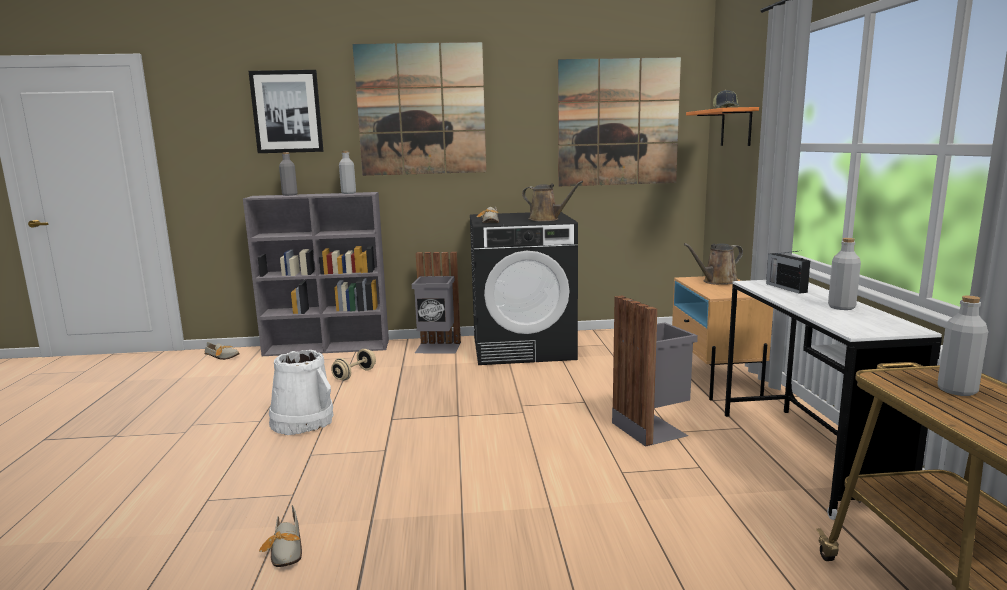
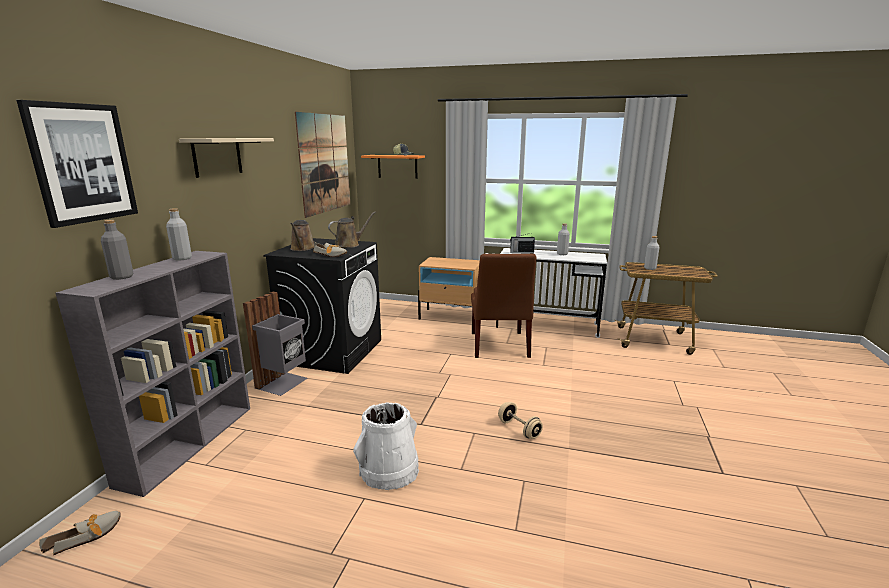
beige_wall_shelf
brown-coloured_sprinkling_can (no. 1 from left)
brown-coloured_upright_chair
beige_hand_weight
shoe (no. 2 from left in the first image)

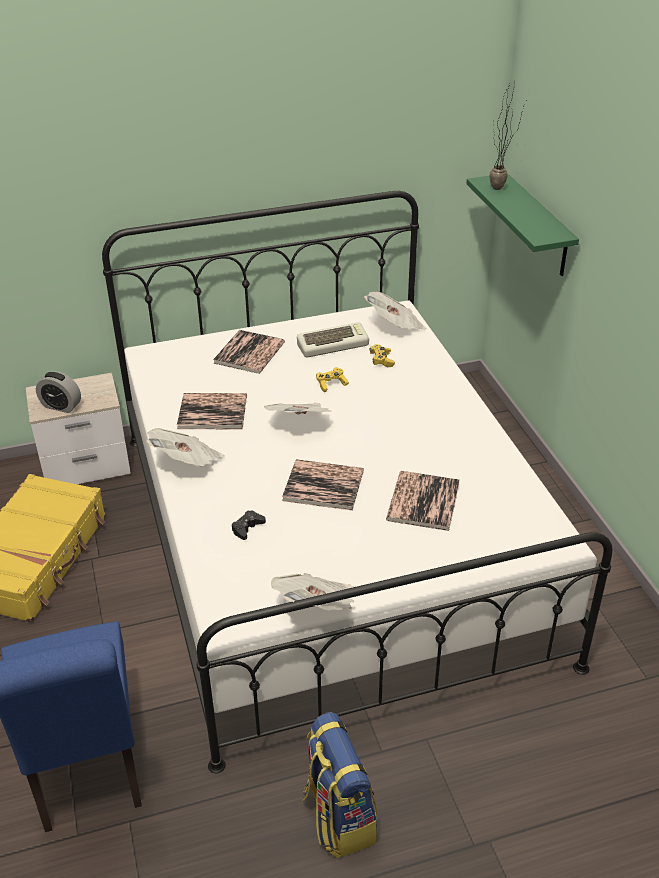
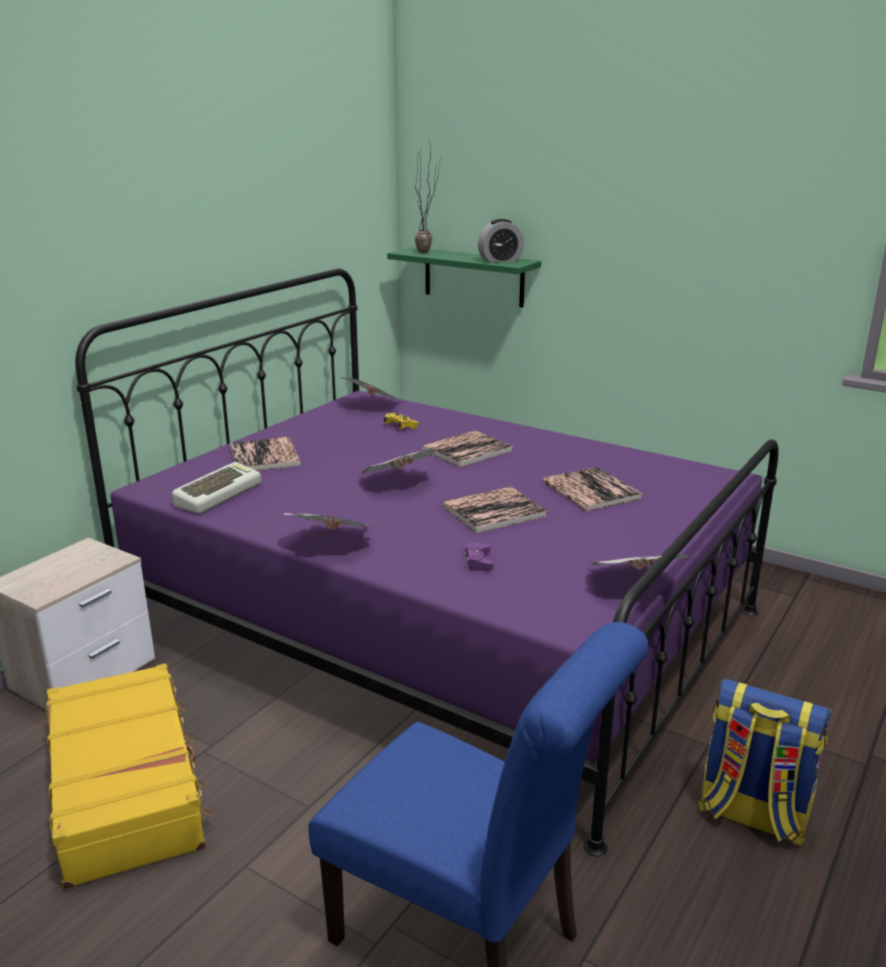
purple-coloured_bed
keyboard
yellow-coloured_game_controller (no. 1 from left in the first image)
table_clock
book (no. 2 from left)
purple-coloured_game_controller

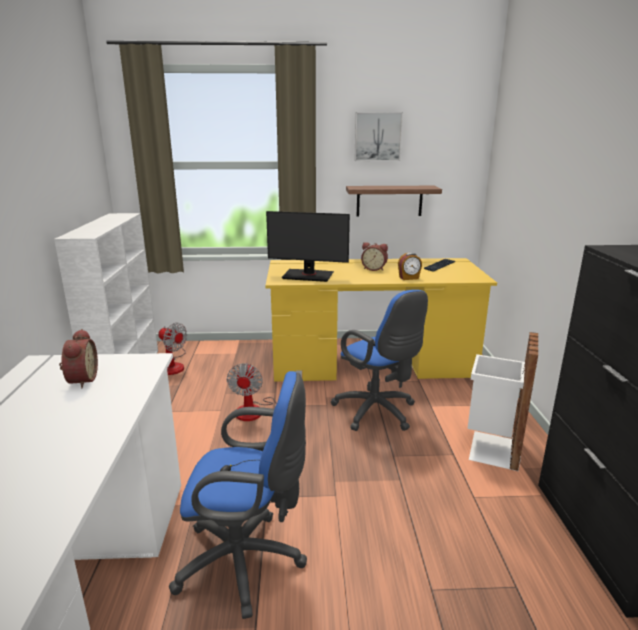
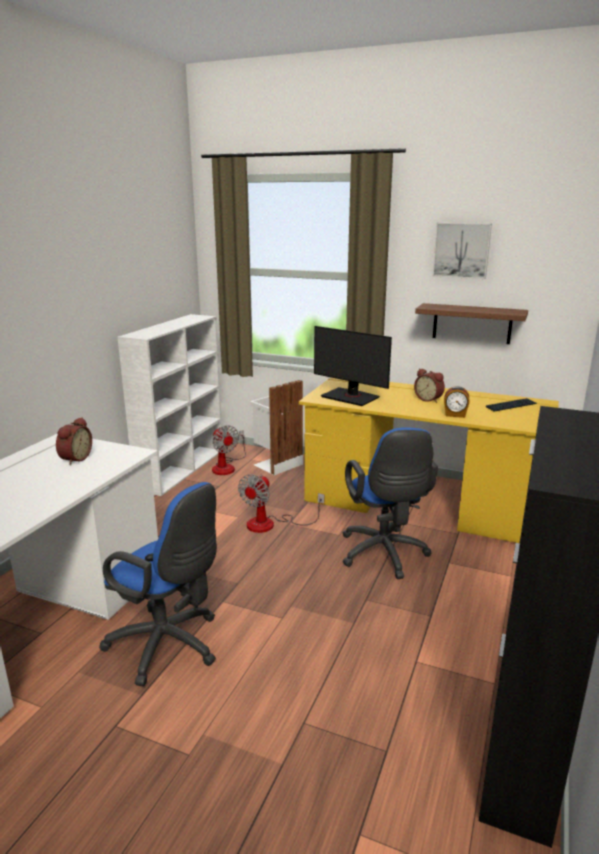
white-coloured_waste_bin

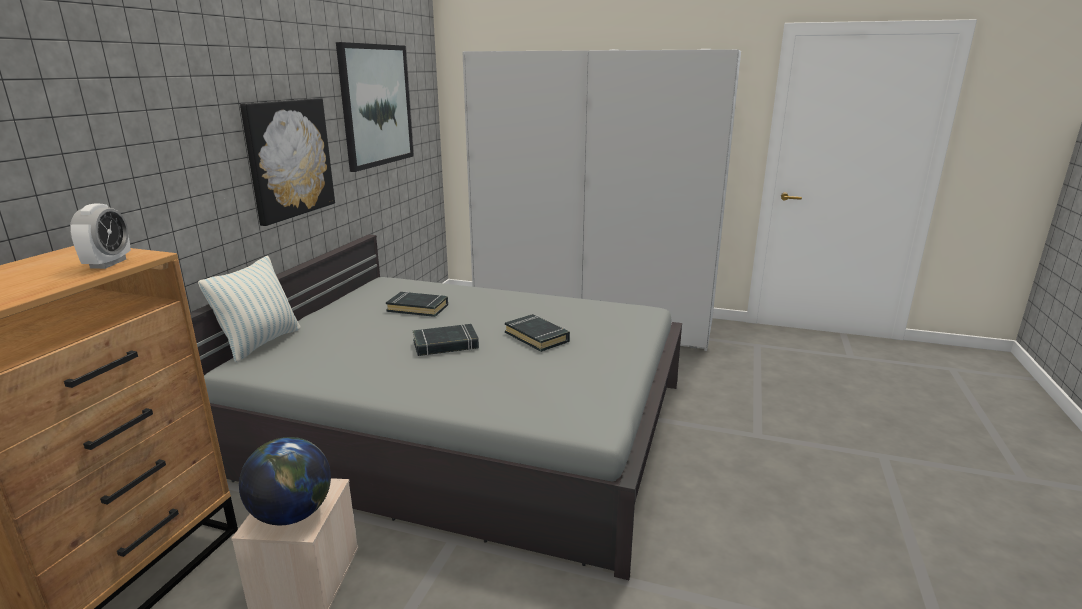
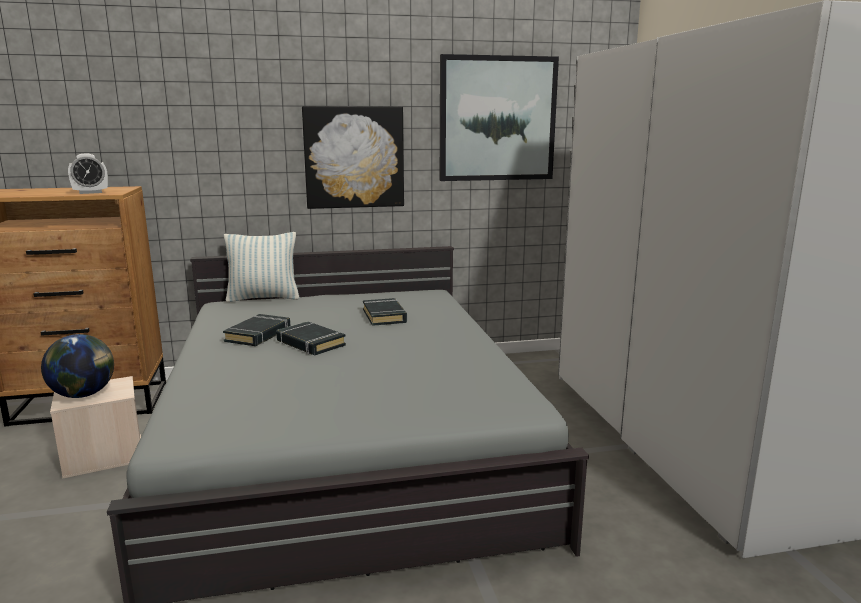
black_book (no. 1 from left)

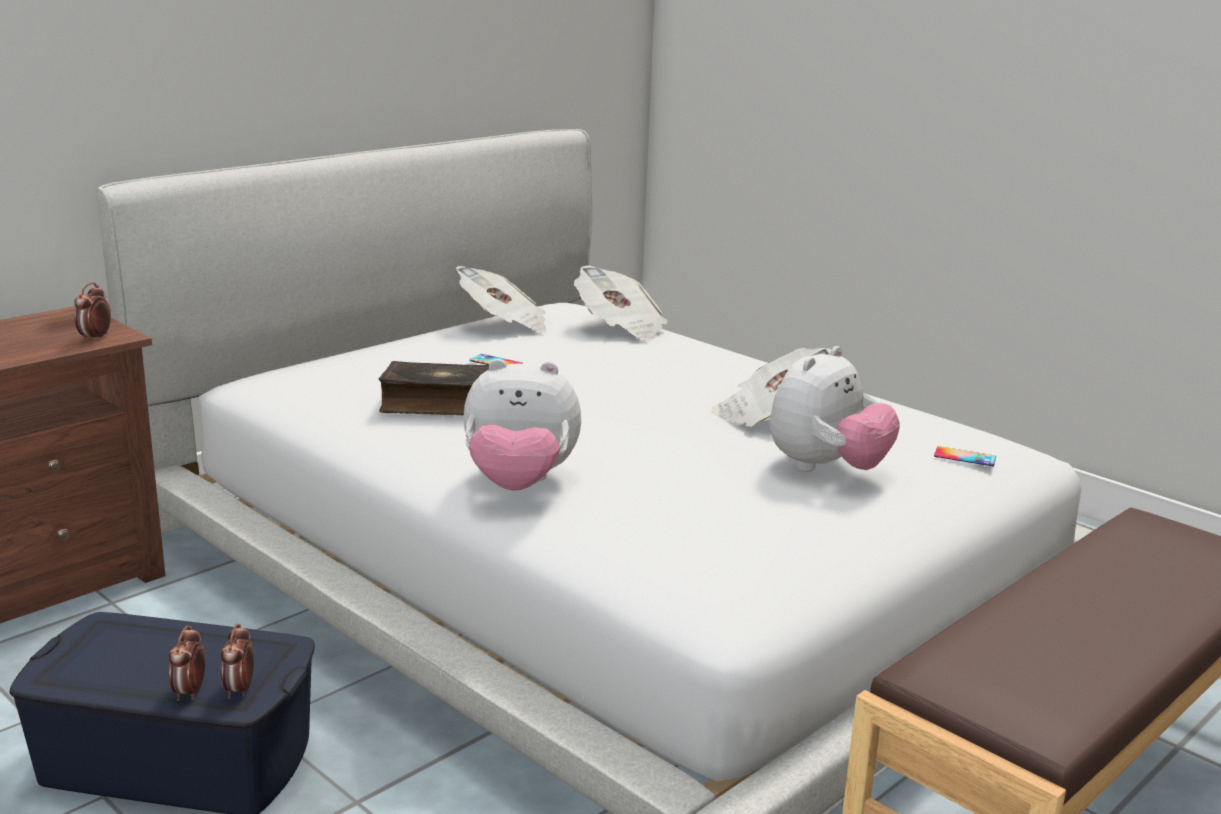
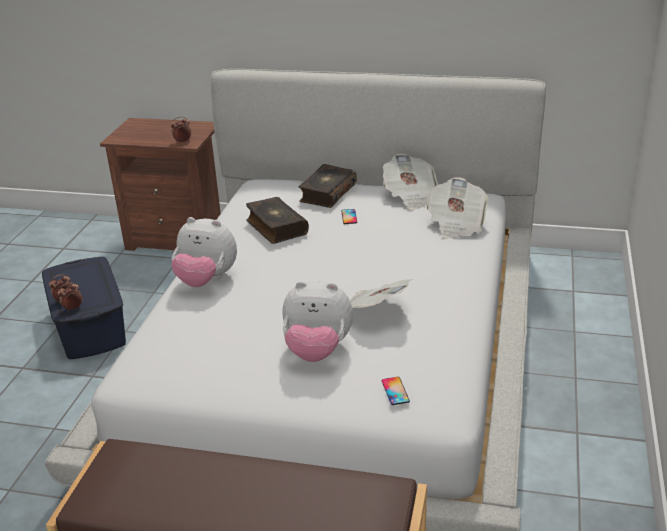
plush_toy (no. 1 from left)
book (no. 2 from left)

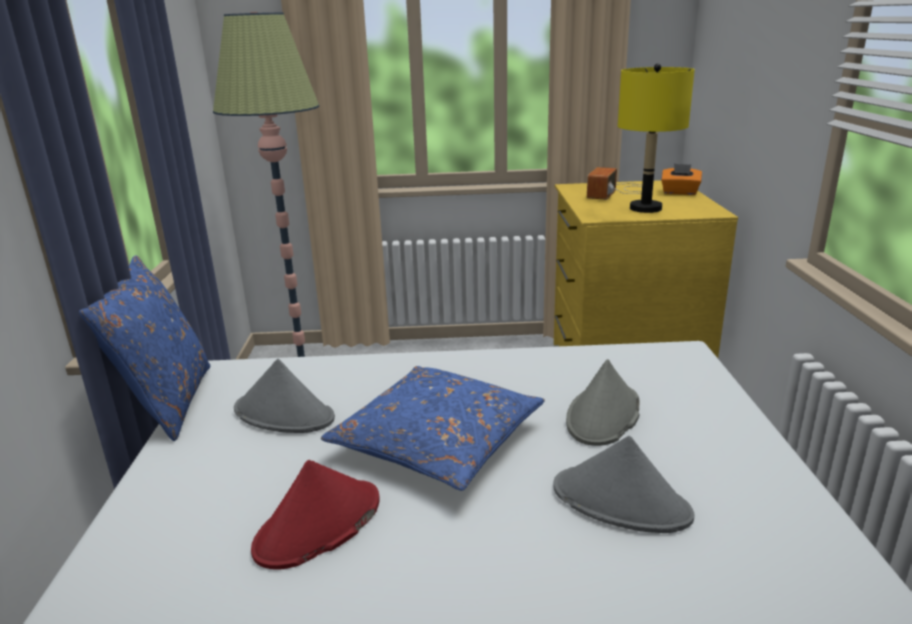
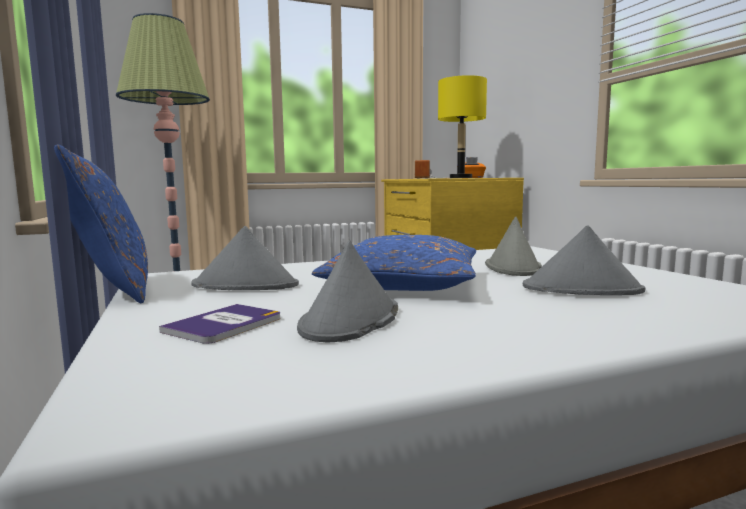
grey_hat (no. 2 from left)
book

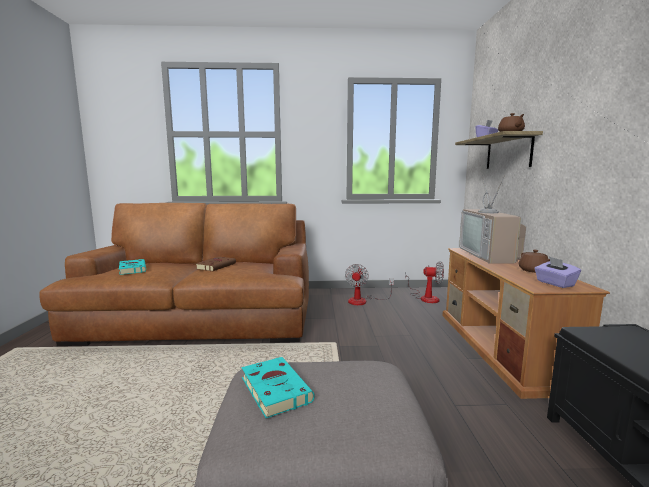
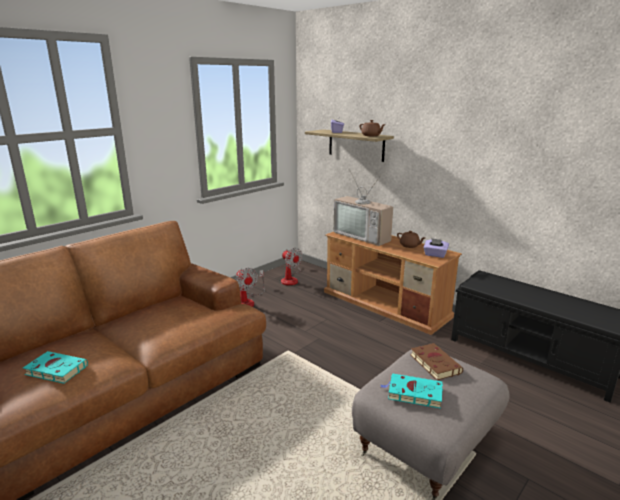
brown-coloured_book
fan (no. 2 from left)

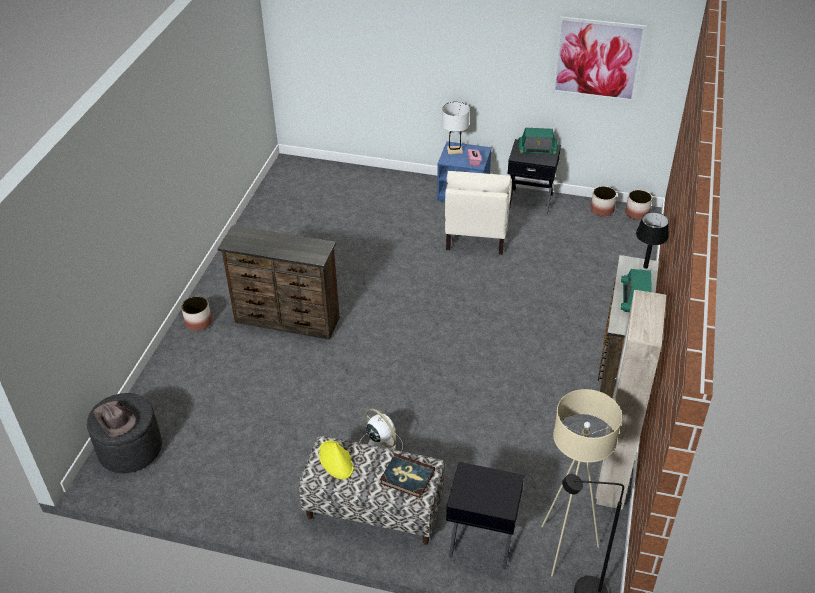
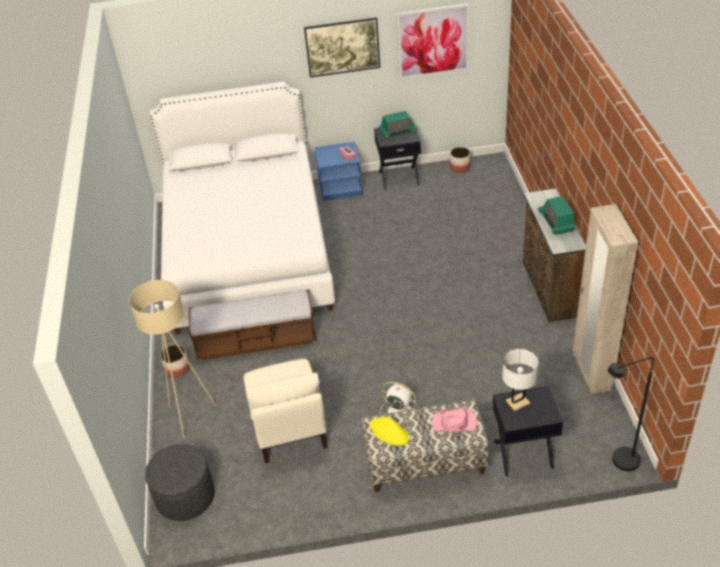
white-coloured_tabletop_lamp
beige_easy_chair
flower_pot (no. 3 from left in the first image)
black_tabletop_lamp
bench (no. 1 from left)
beige_floor_lamp
brown-coloured_hat
pink_hat
wall_picture (no. 1 from left)
white-coloured_bed

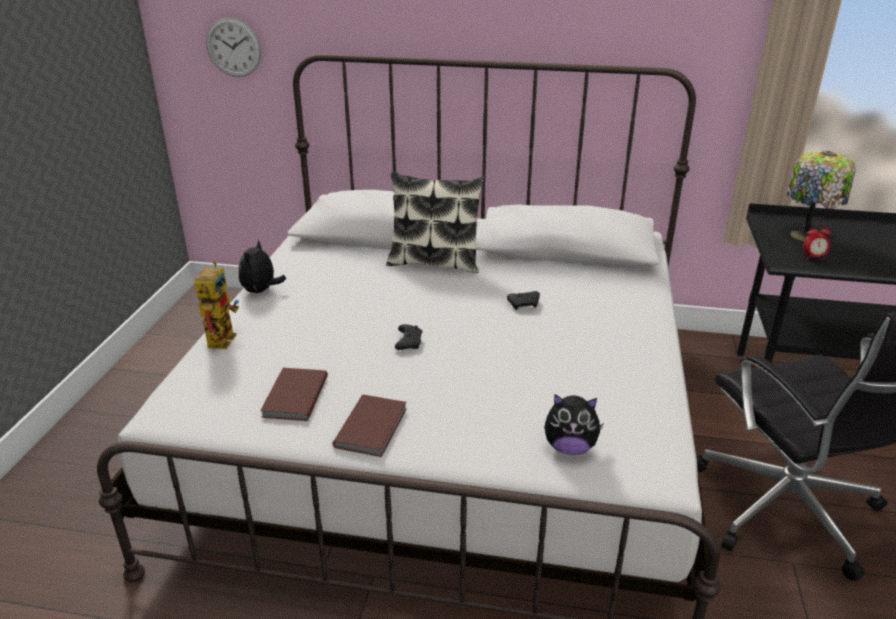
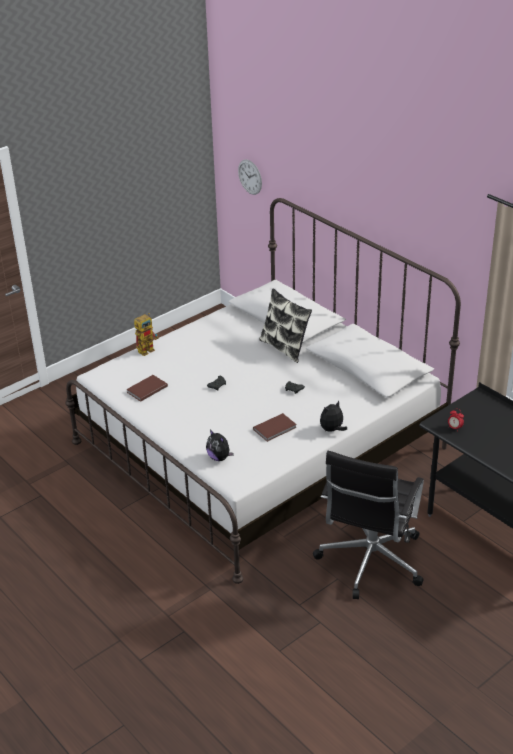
tabletop_lamp
plush_toy (no. 2 from left)
brown-coloured_book (no. 2 from left)

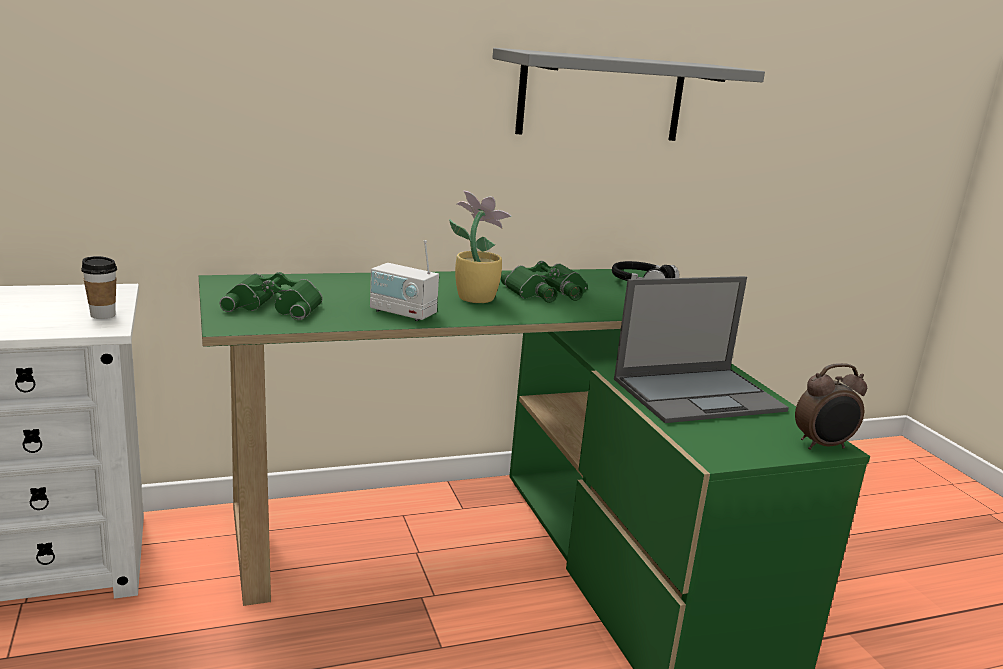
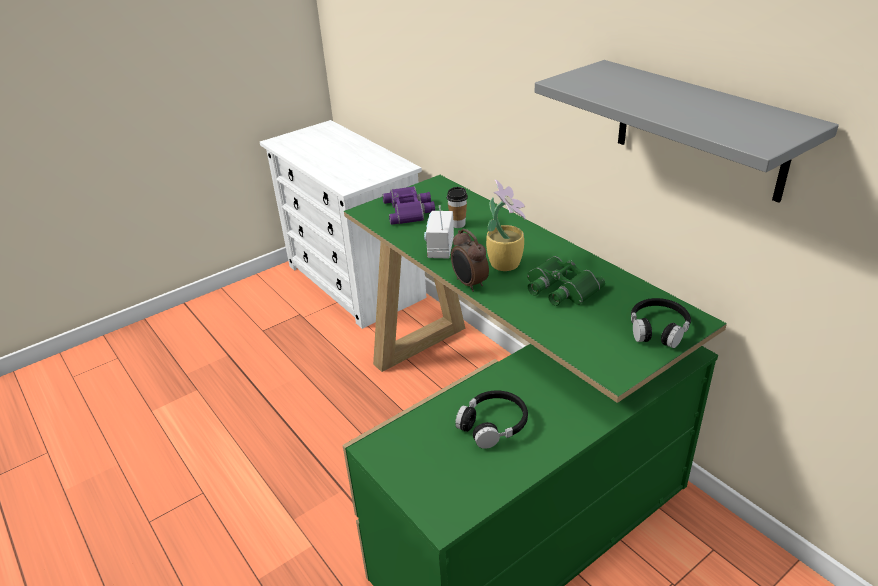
small_cup
purple-coloured_binoculars
black_headset (no. 1 from left)
table_clock

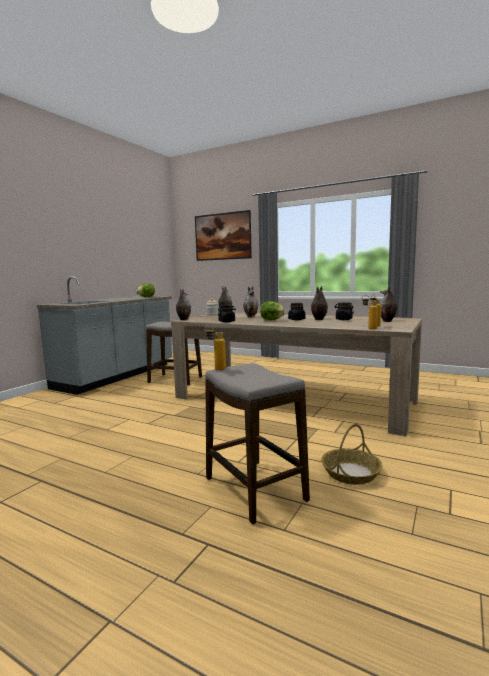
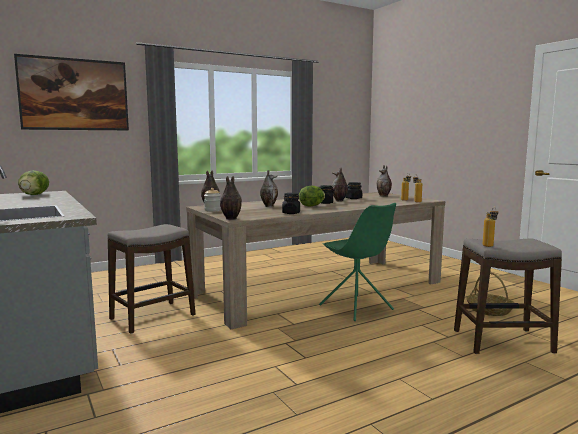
greenish_upright_chair

